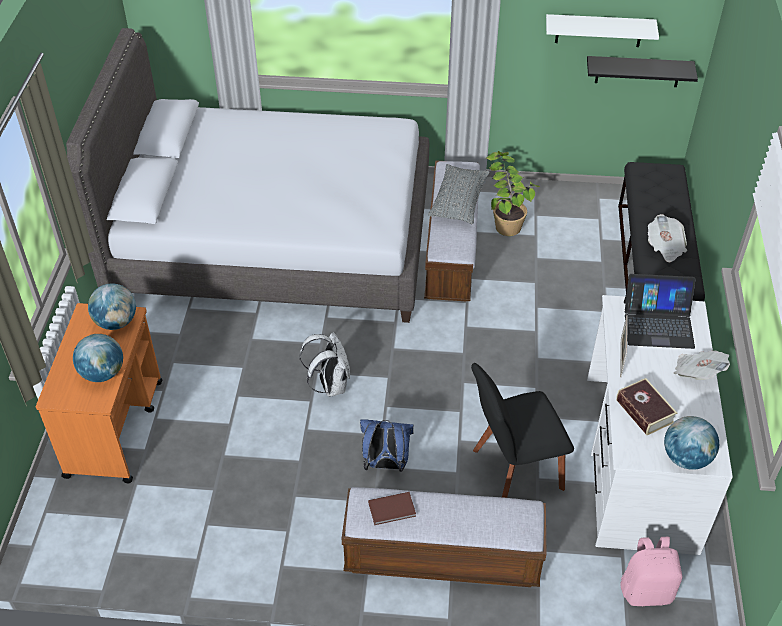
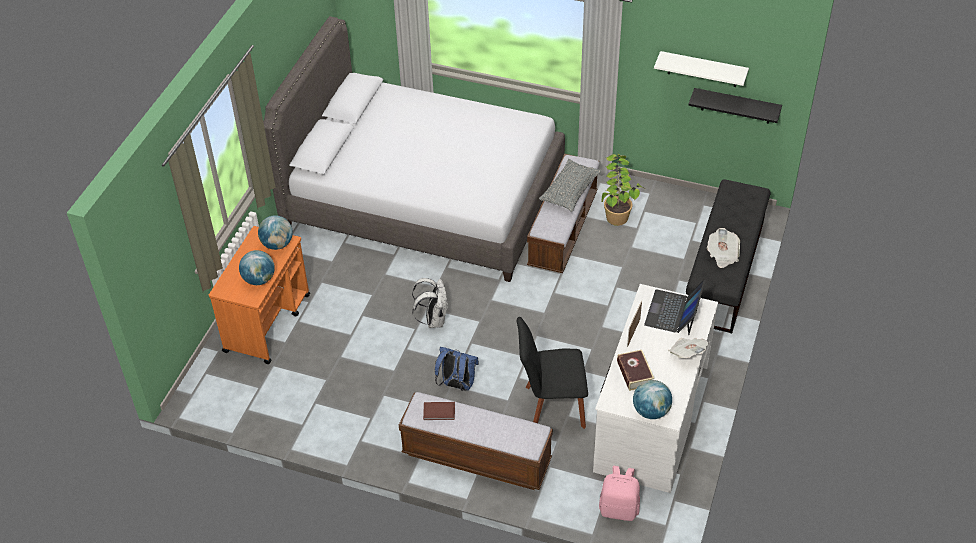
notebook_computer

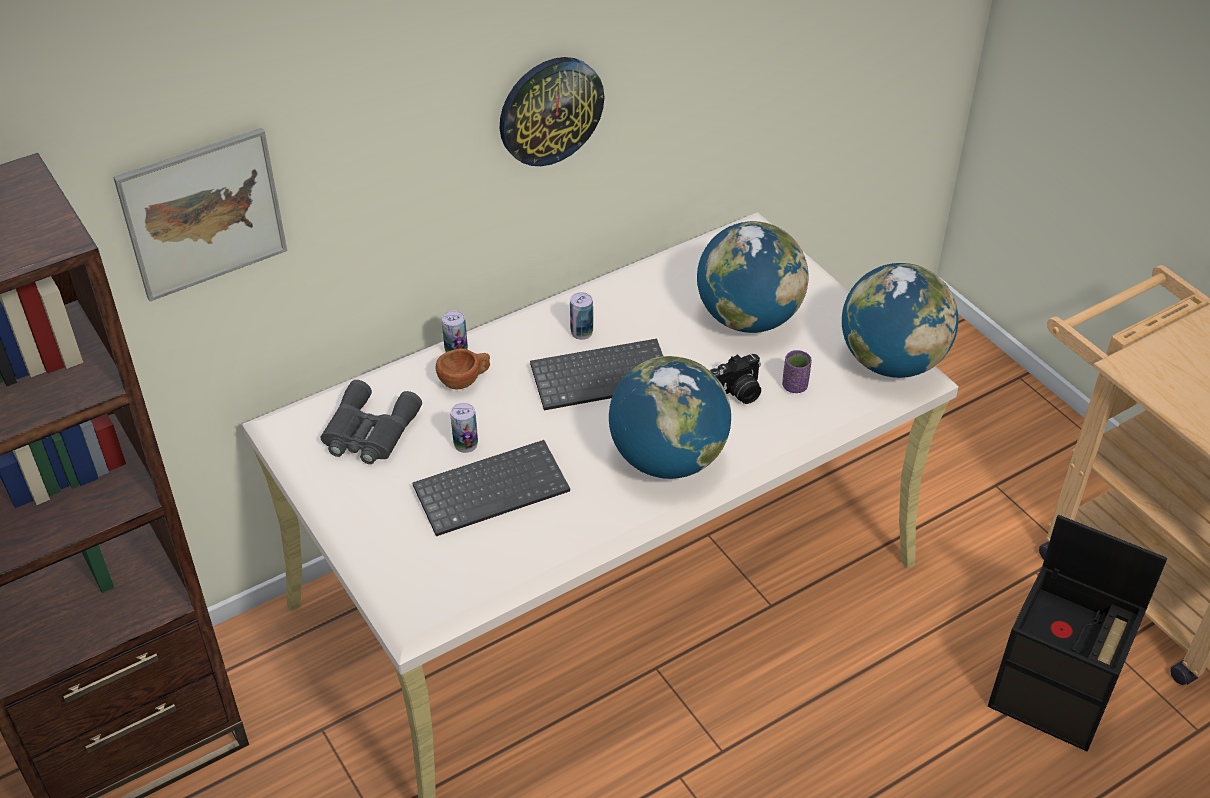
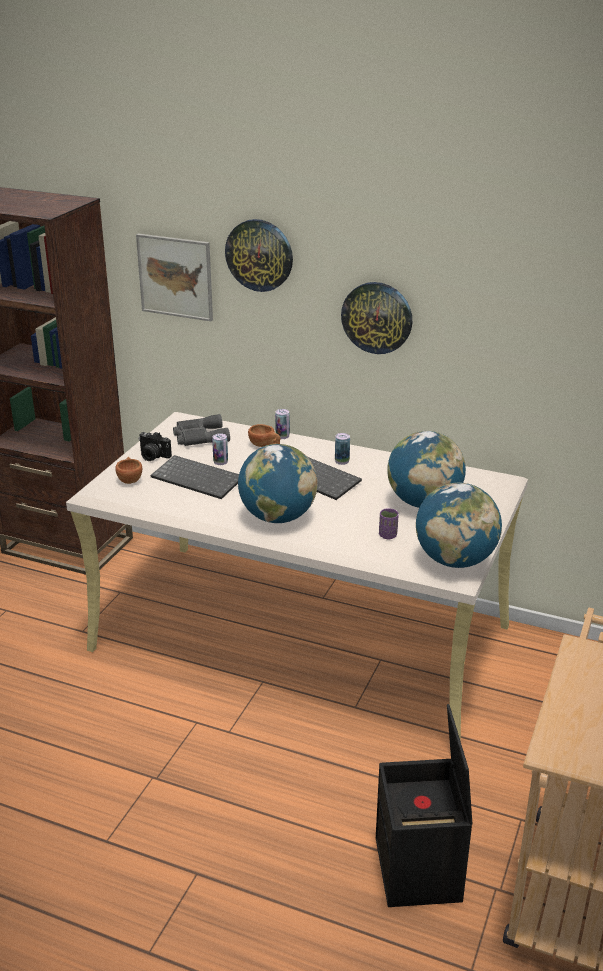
photo_camera
clock_on_the_wall (no. 1 from left)
brown-coloured_small_cup (no. 1 from left)

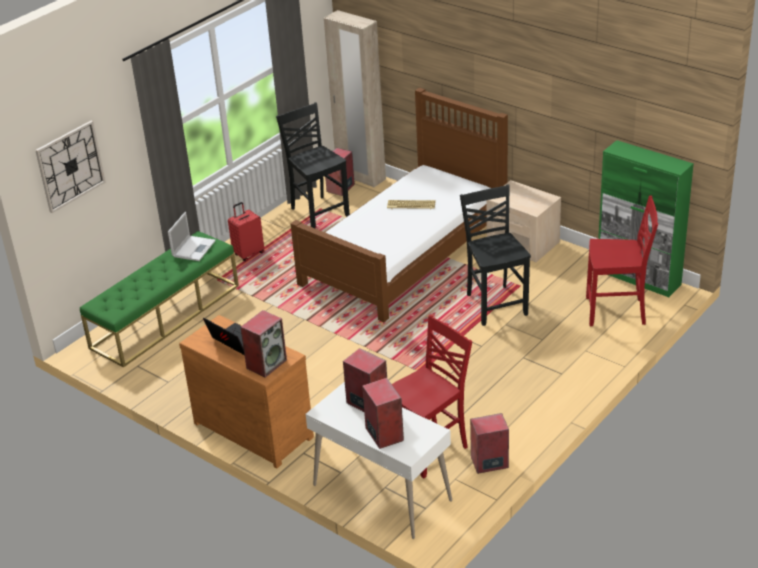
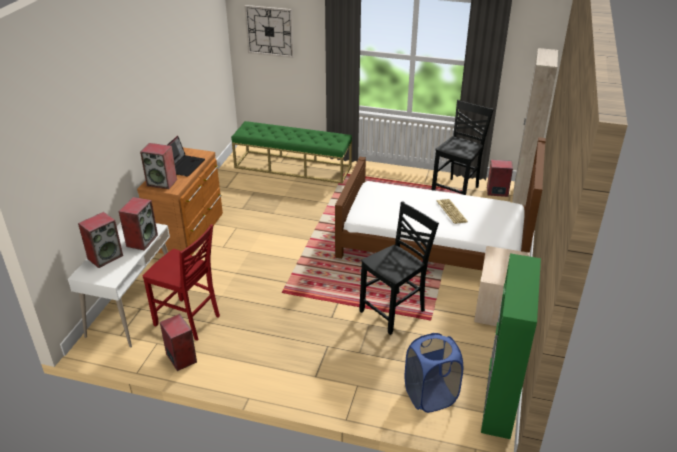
bluish_laundry_basket
red_piece_of_luggage
notebook_computer (no. 1 from left in the first image)

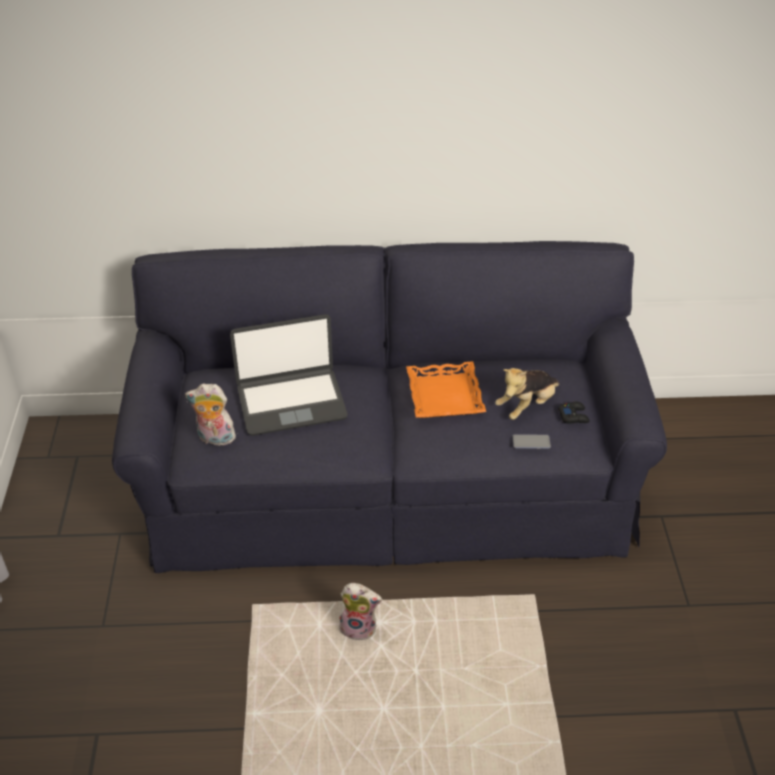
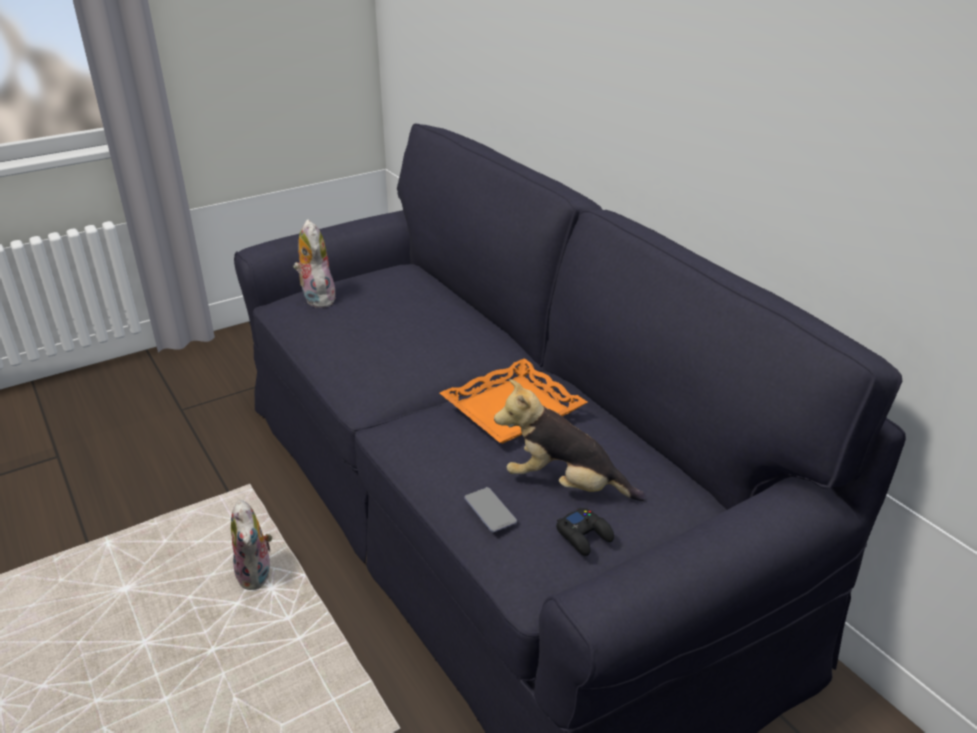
notebook_computer

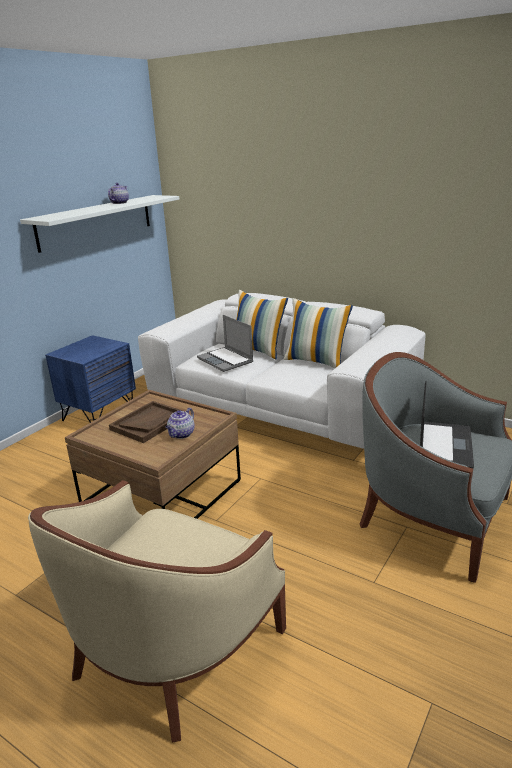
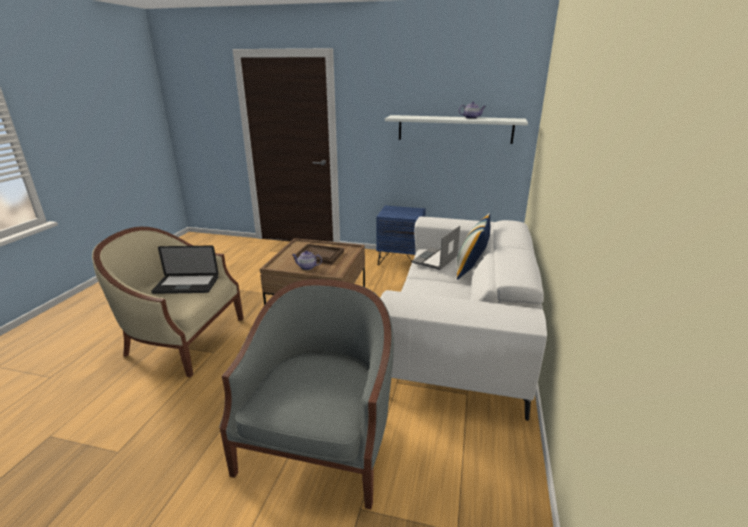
throw_pillow (no. 2 from left in the first image)
notebook_computer (no. 1 from left)

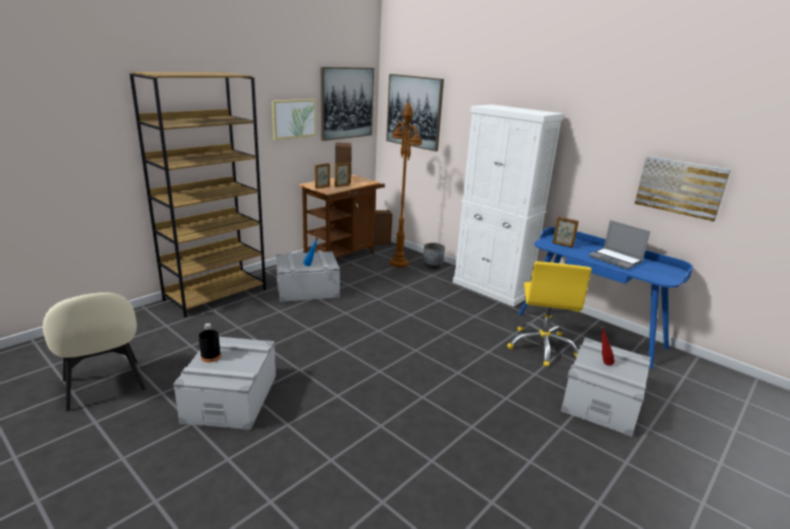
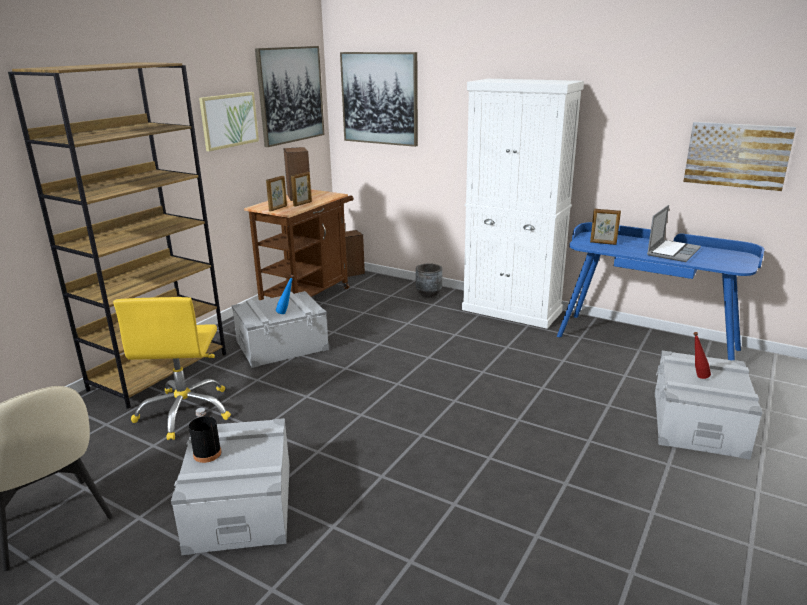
brown-coloured_floor_lamp
notebook_computer
yellow-coloured_computer_chair

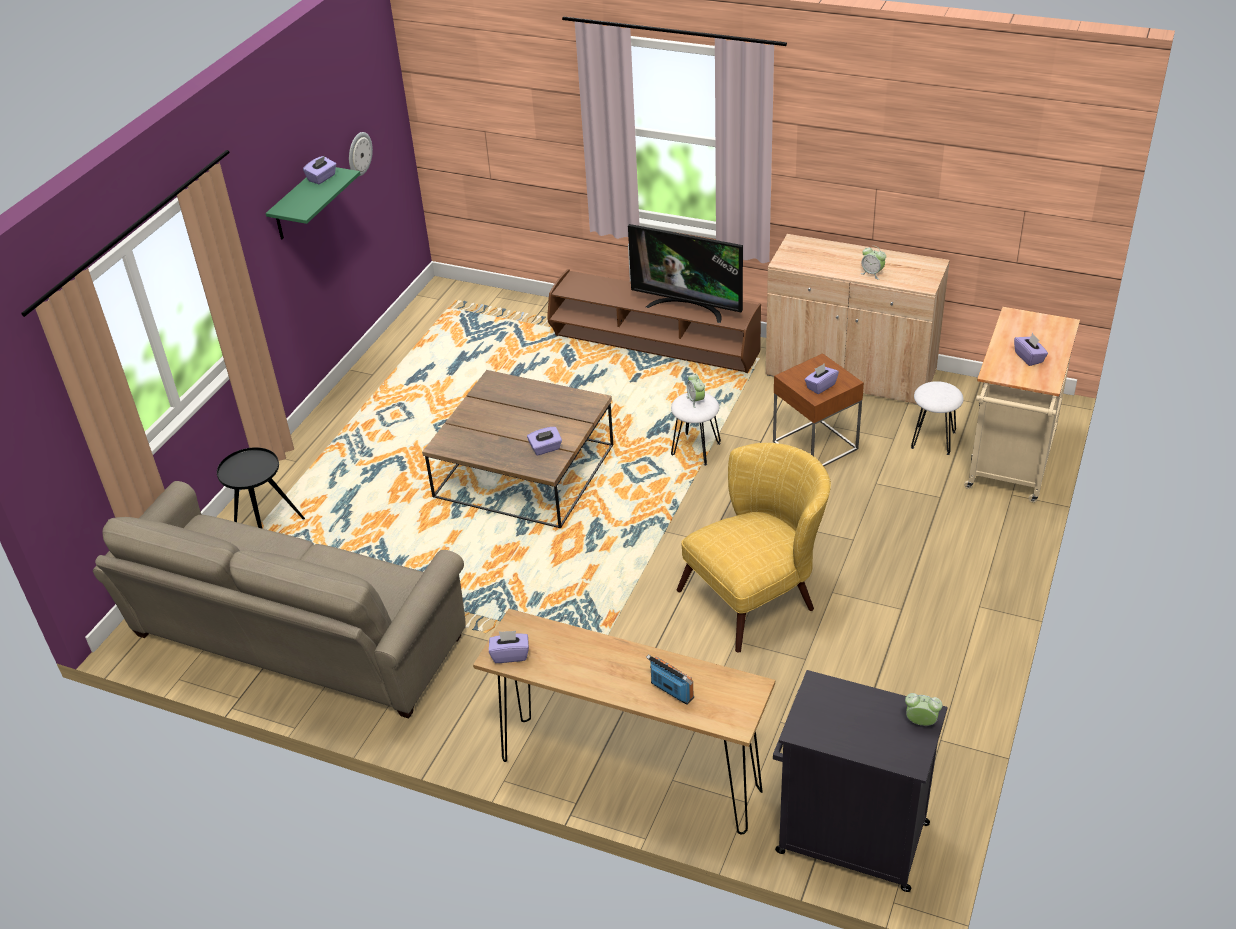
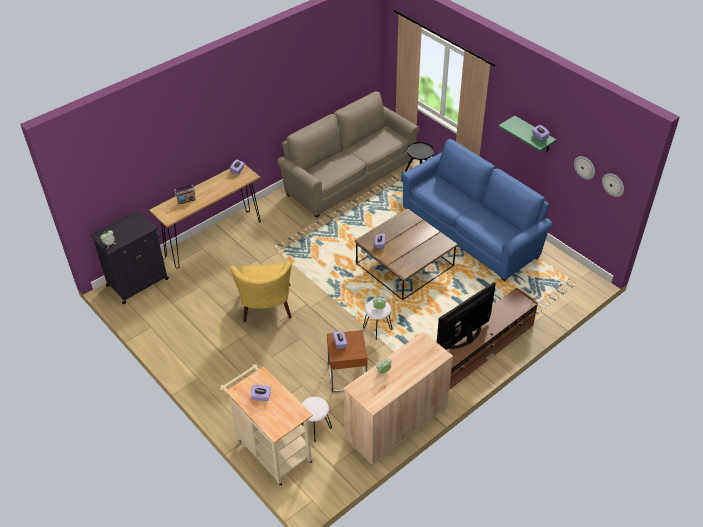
bluish_settee
clock_on_the_wall (no. 2 from left)

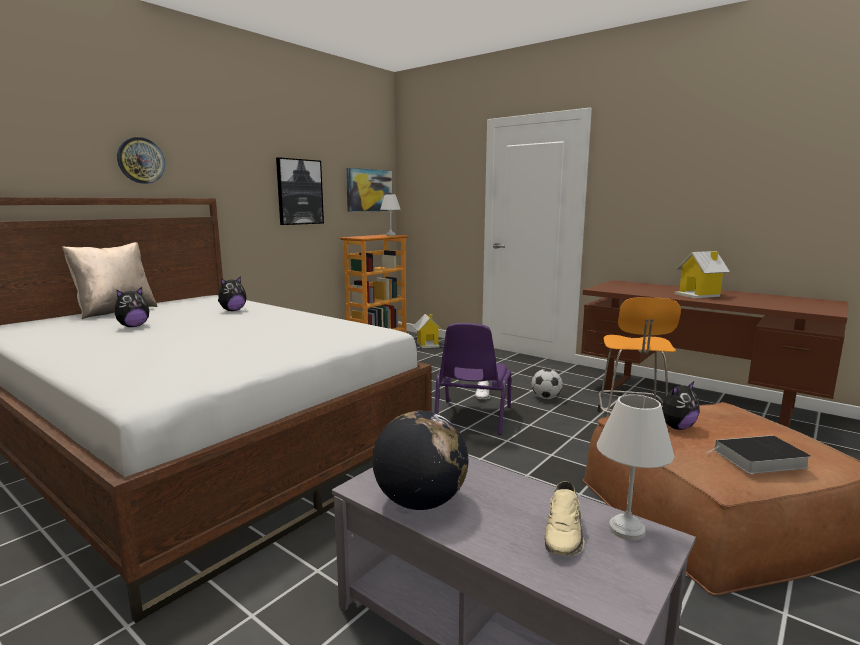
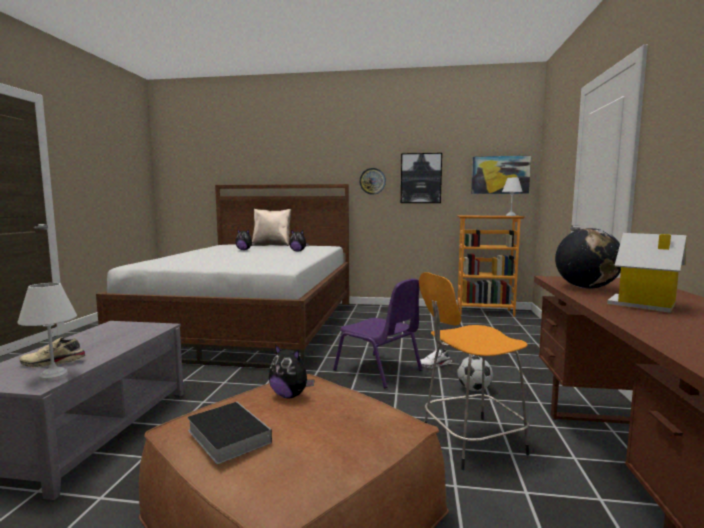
clock_on_the_wall
miniature_house (no. 1 from left in the first image)
purple-coloured_upright_chair
world_globe

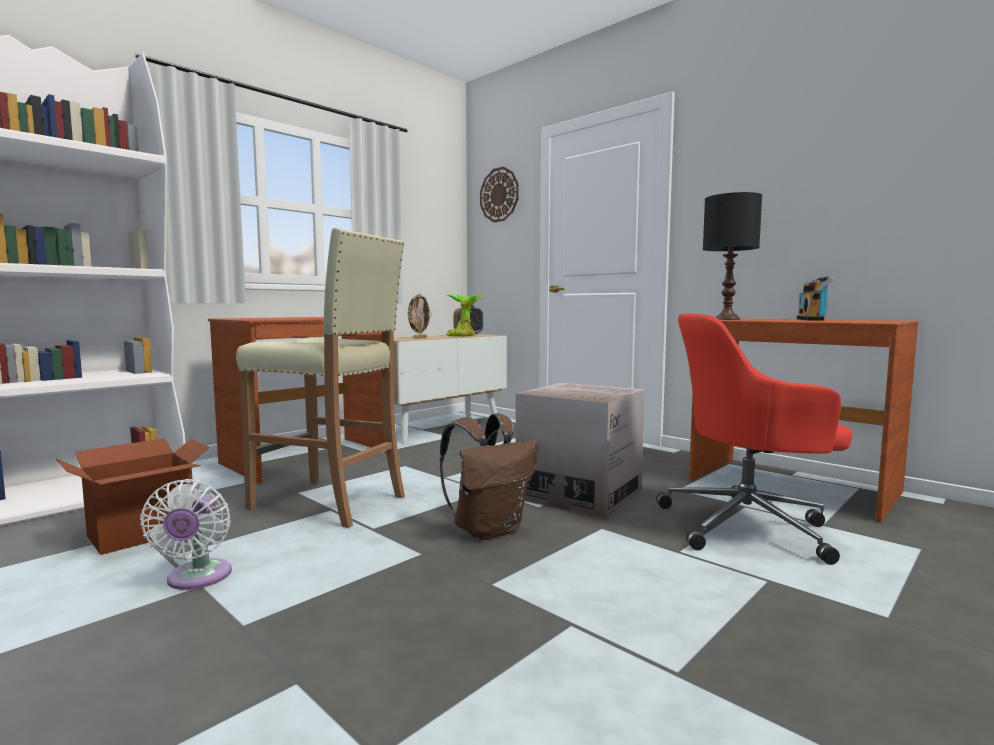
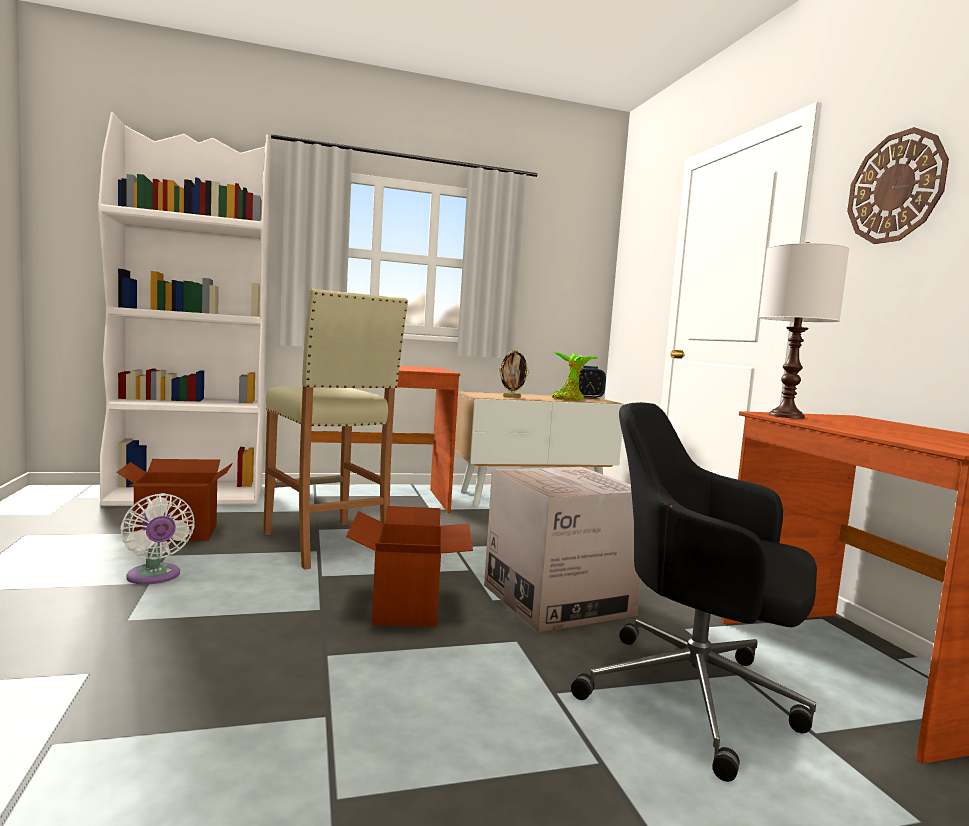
clock_on_the_wall
white-coloured_tabletop_lamp
radio
black_computer_chair
packing_box (no. 2 from left)
white-coloured_fan

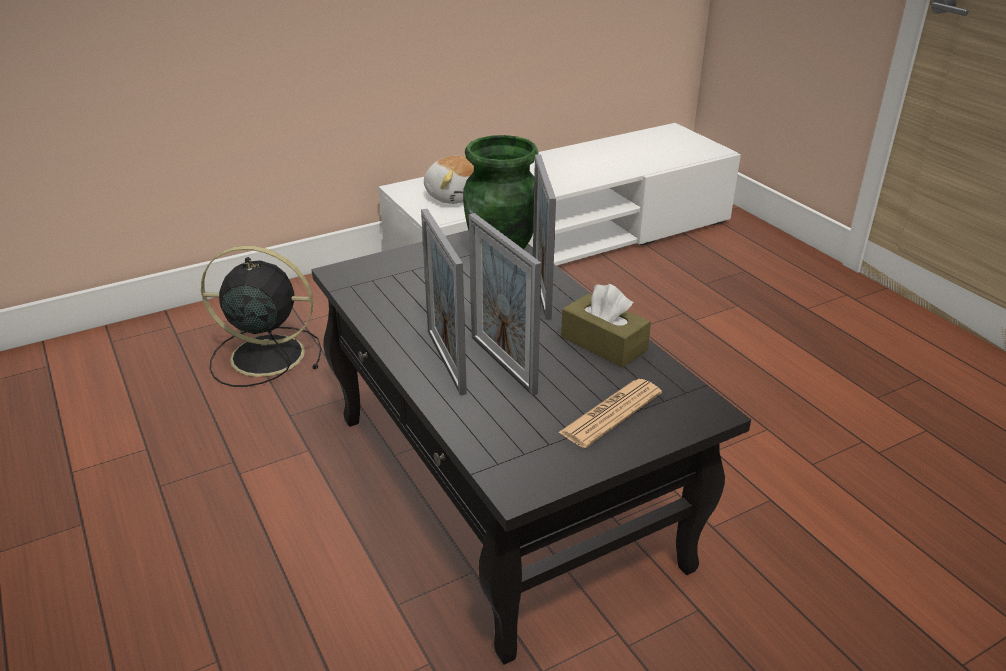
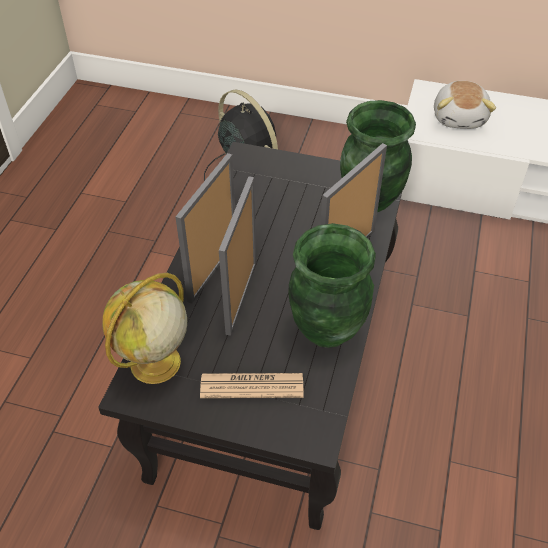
greenish_vase (no. 1 from left)
world_globe

